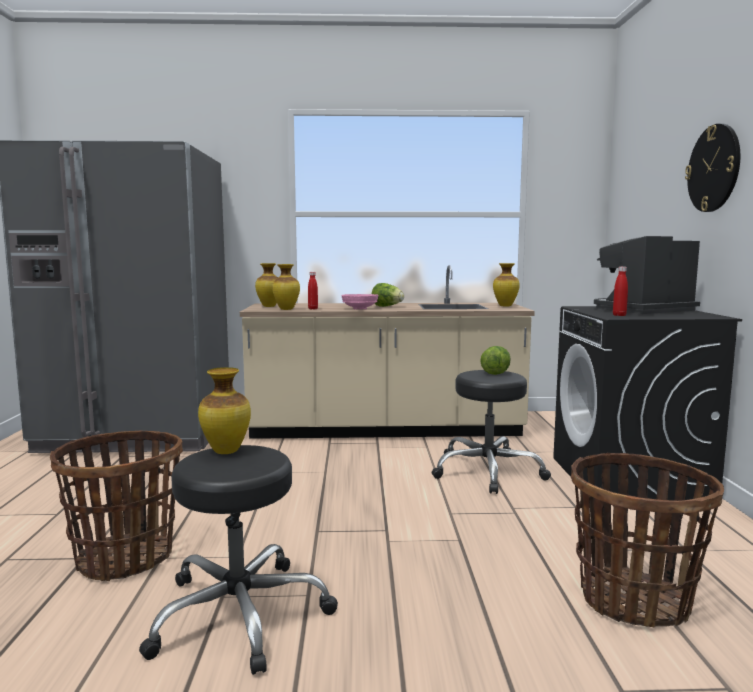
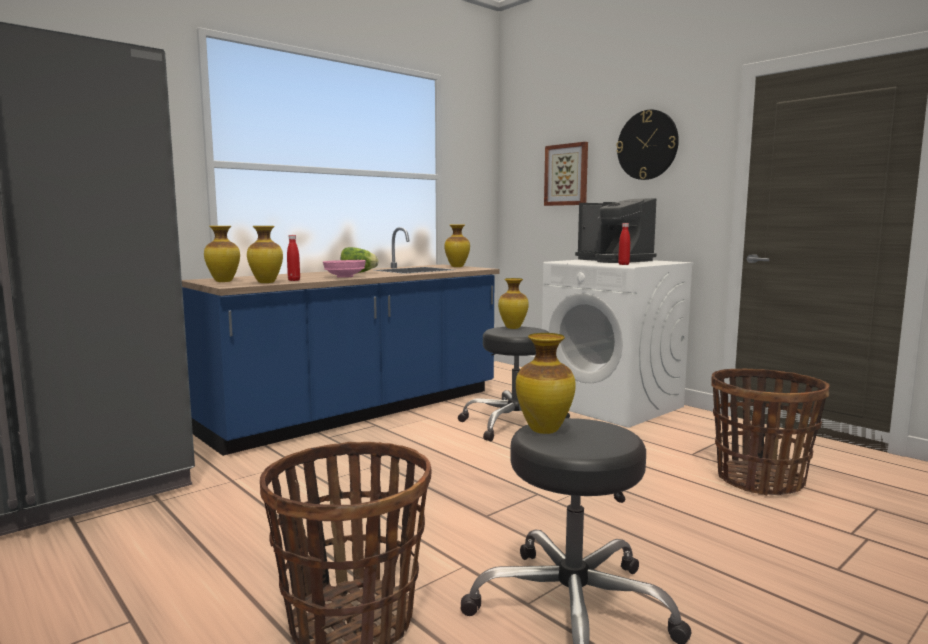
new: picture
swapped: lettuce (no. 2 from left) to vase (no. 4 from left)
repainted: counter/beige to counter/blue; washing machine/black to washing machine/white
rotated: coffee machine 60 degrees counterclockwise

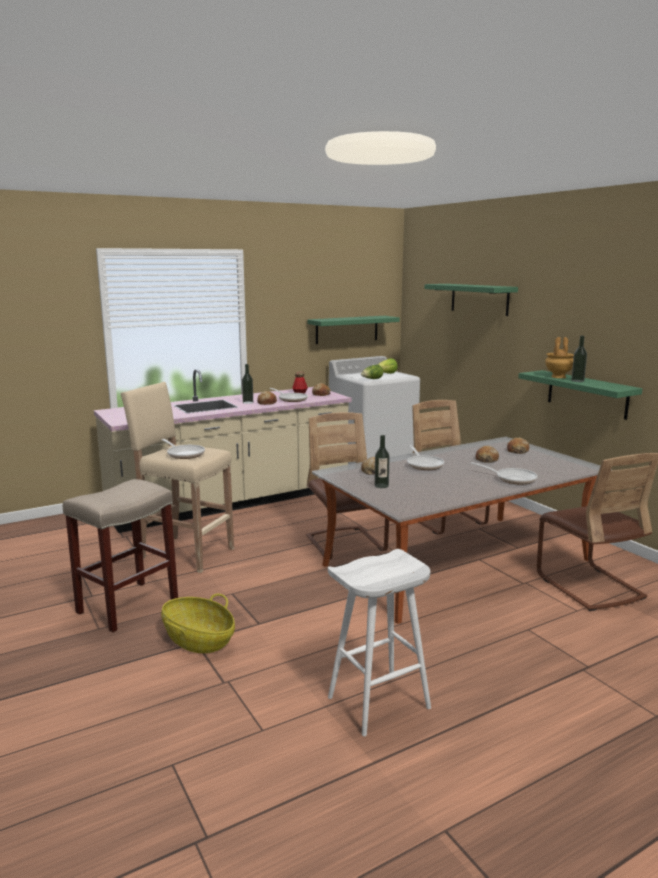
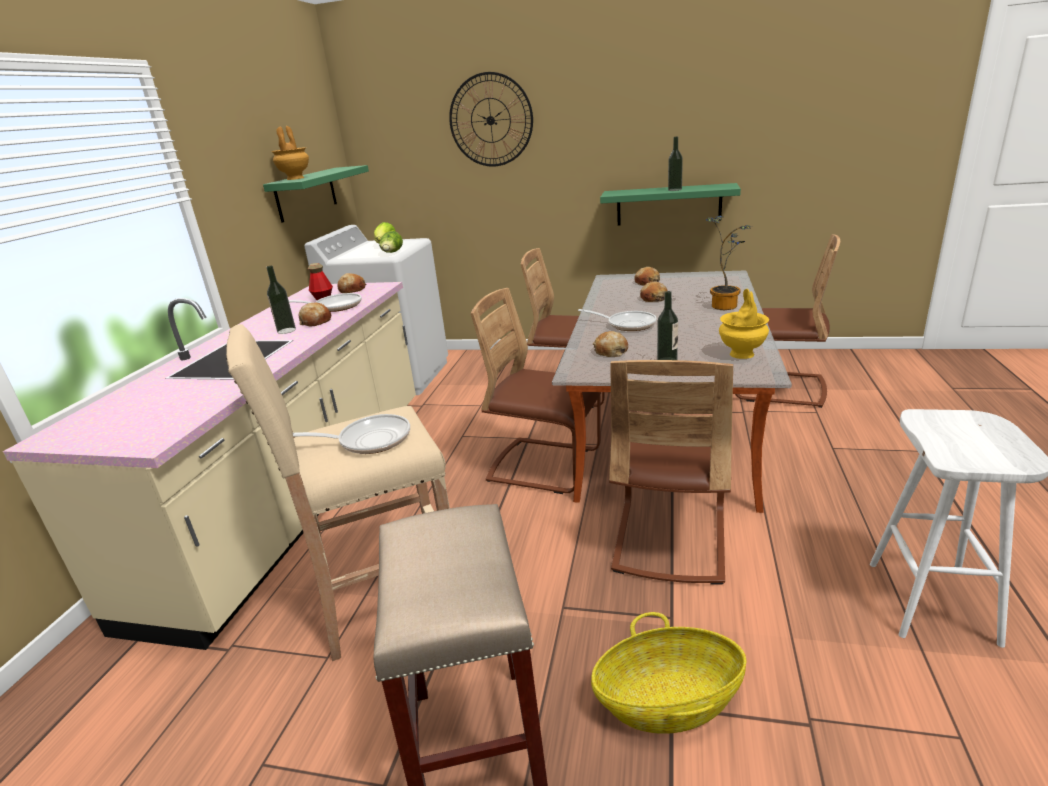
new: chair/brown (no. 3 from left); vase/yellow
shifted: vase/brown
swapped: shelf/green (no. 2 from left) to wall clock; frying pan (no. 4 from left) to potted plant

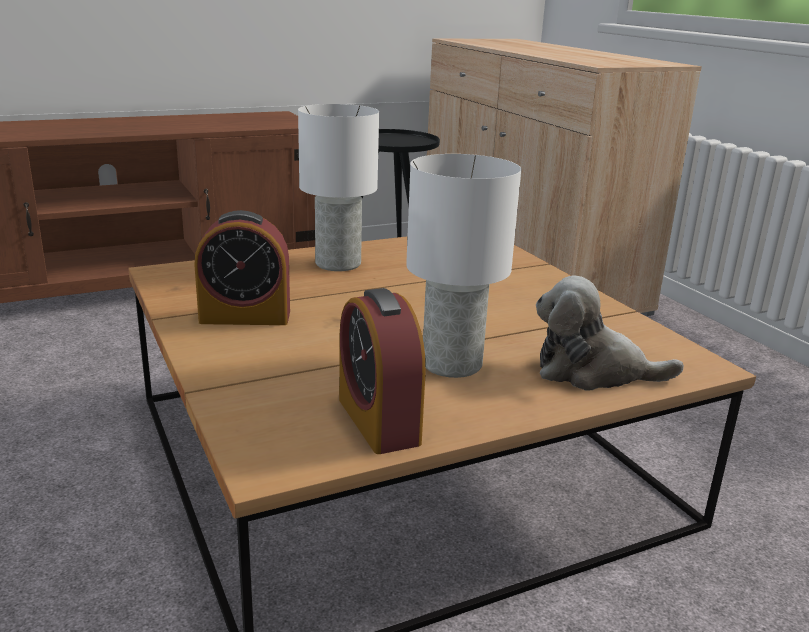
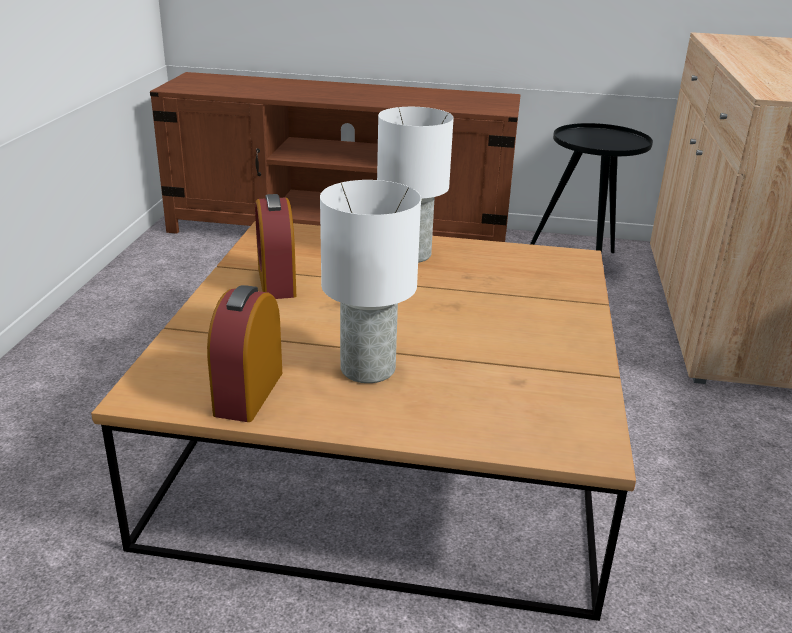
gone: plush toy
rotated: alarm clock (no. 1 from left in the first image) 45 degrees clockwise

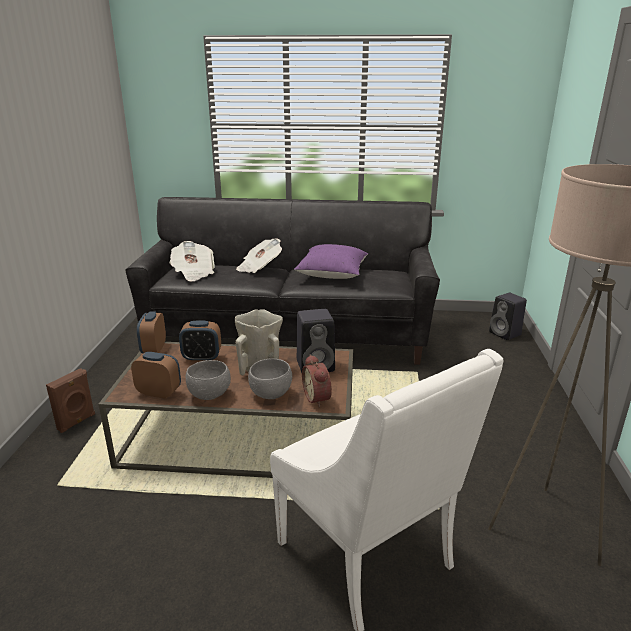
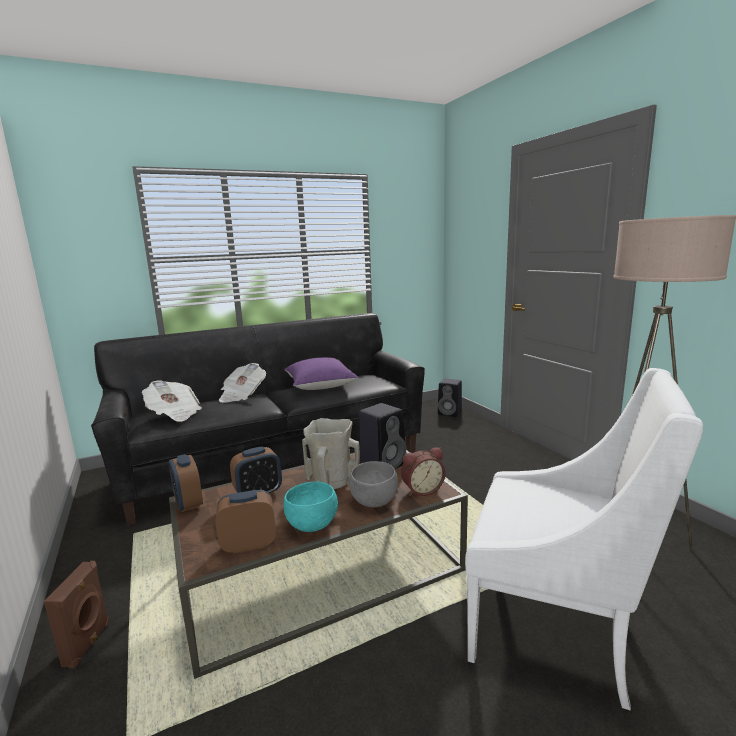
repainted: bowl/grey (no. 1 from left) to bowl/turquoise
rotated: alarm clock (no. 4 from left) 60 degrees counterclockwise

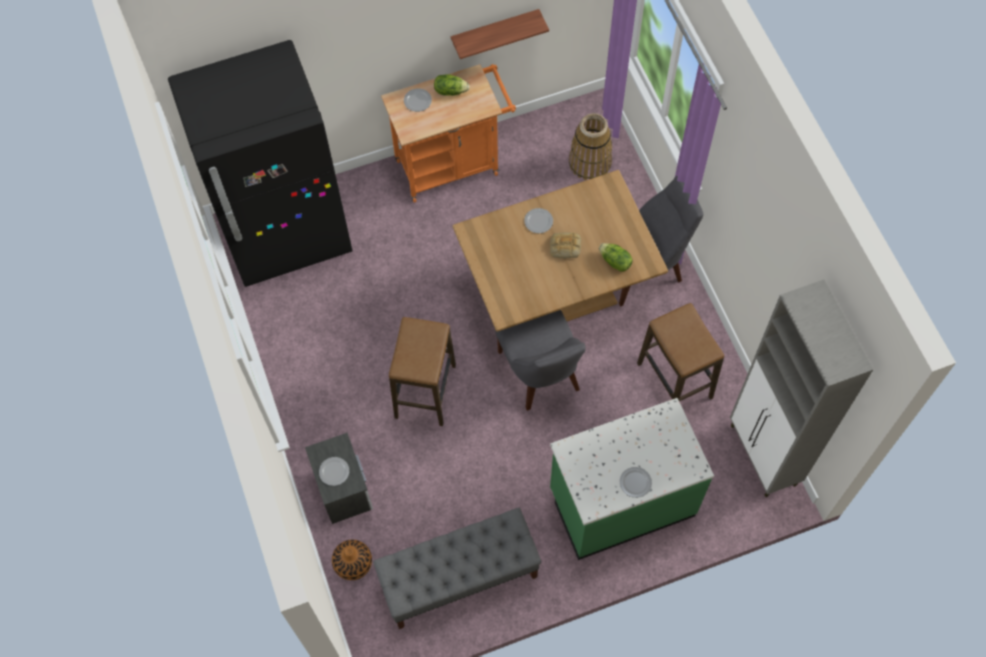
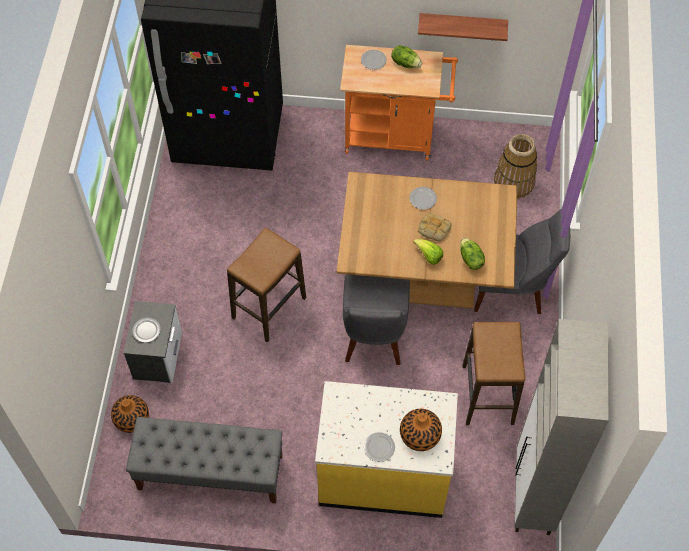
new: vase (no. 2 from left); lettuce (no. 2 from left)
repainted: counter/green to counter/yellow

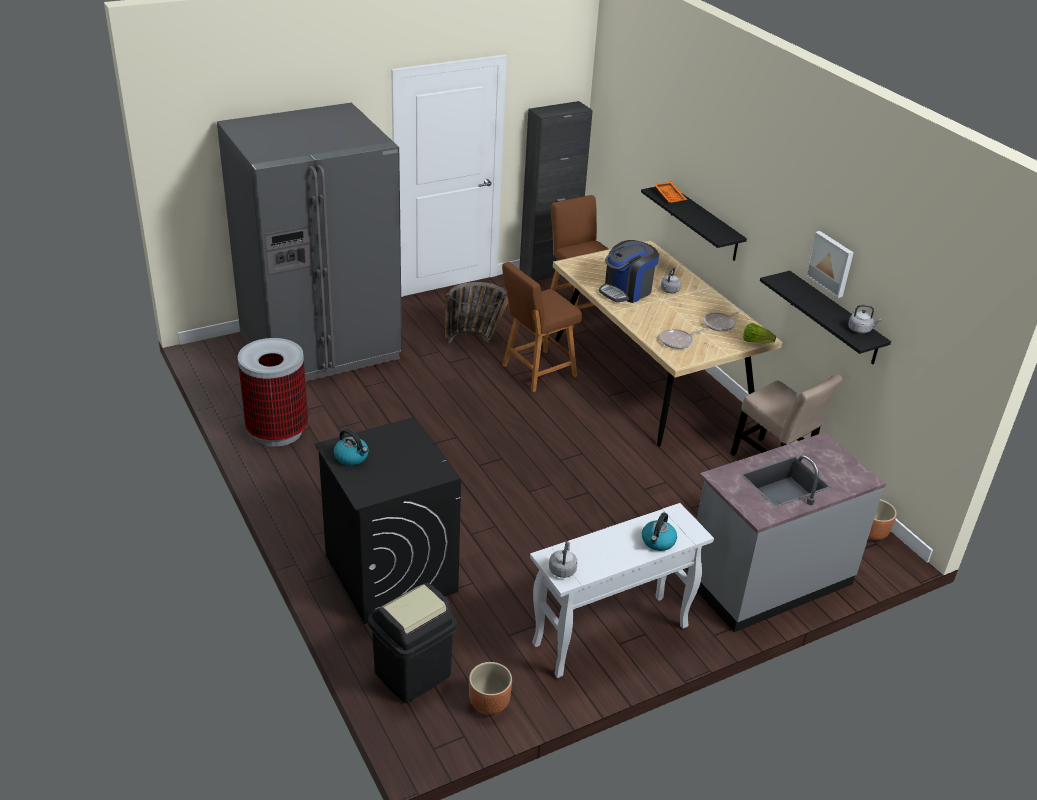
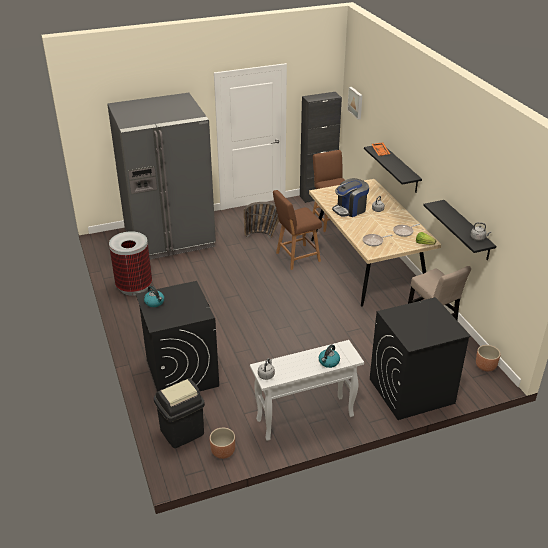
shifted: picture
swapped: counter/grey to washing machine/black (no. 2 from left)

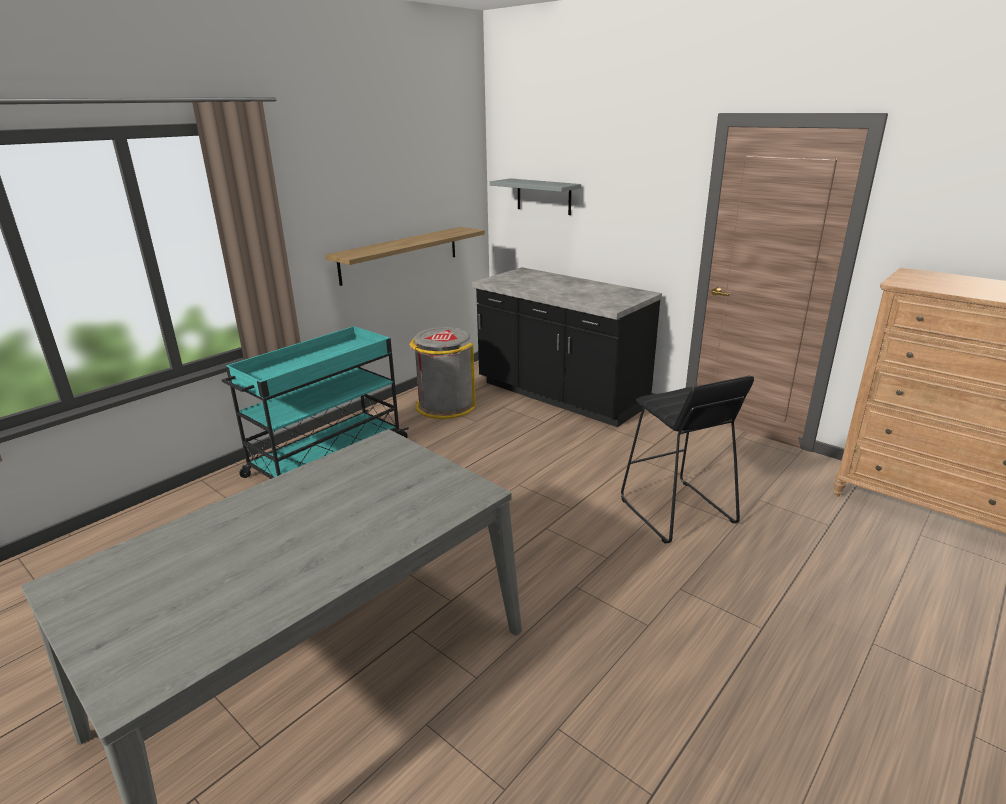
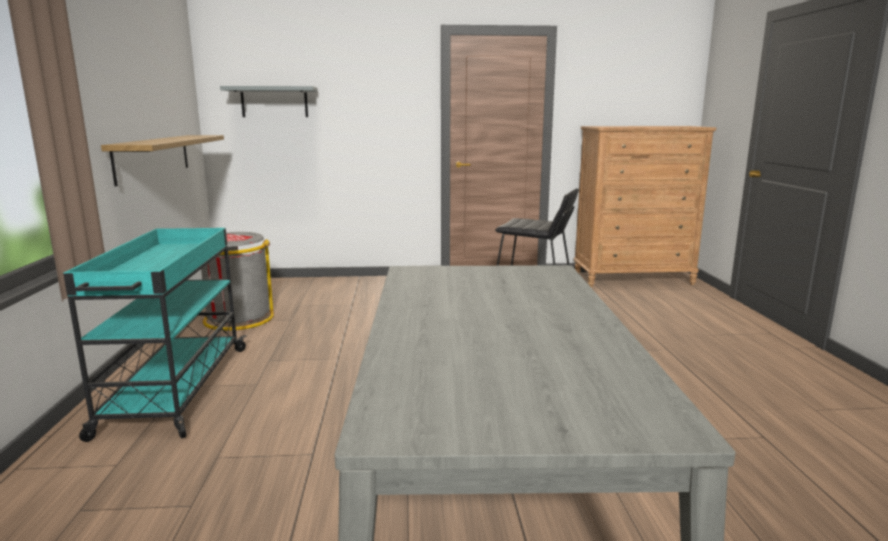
gone: counter/black

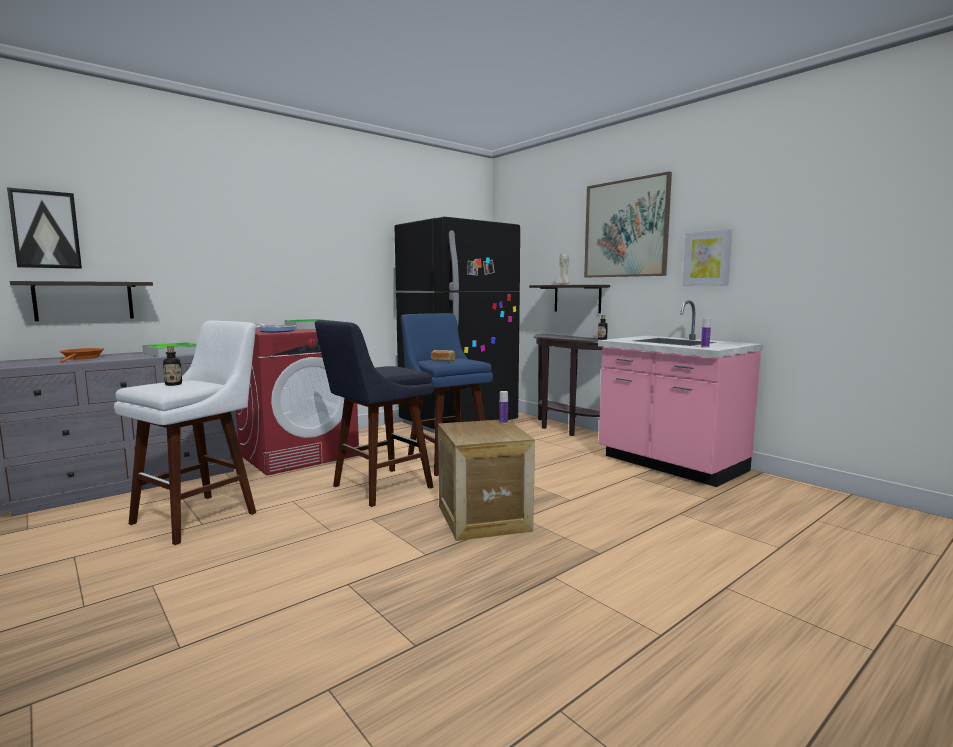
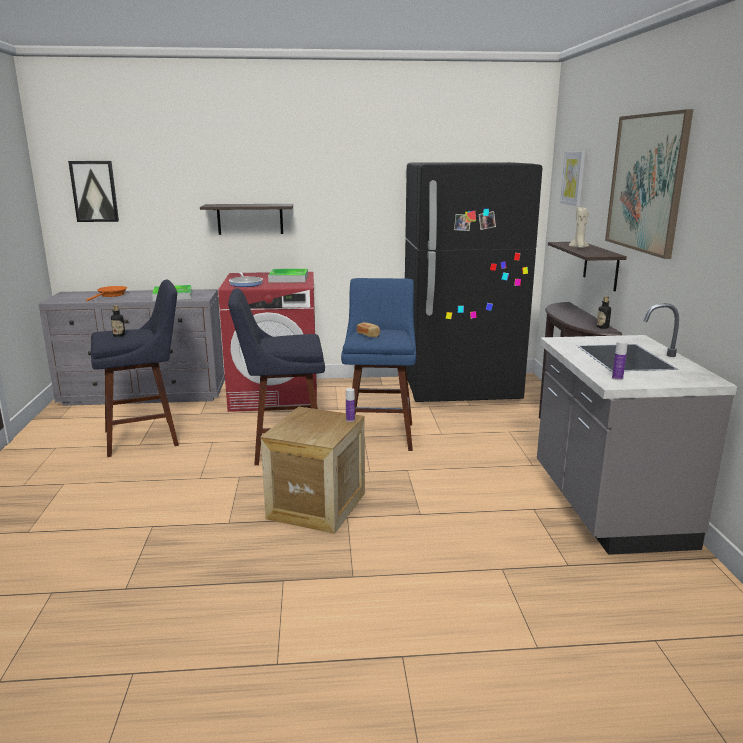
shifted: shelf (no. 1 from left); picture (no. 3 from left in the first image) to picture (no. 2 from left)
repainted: stool/white to stool/blue (no. 1 from left); counter/pink to counter/grey

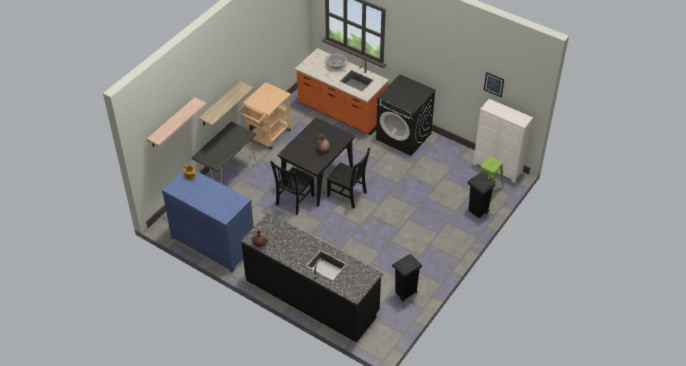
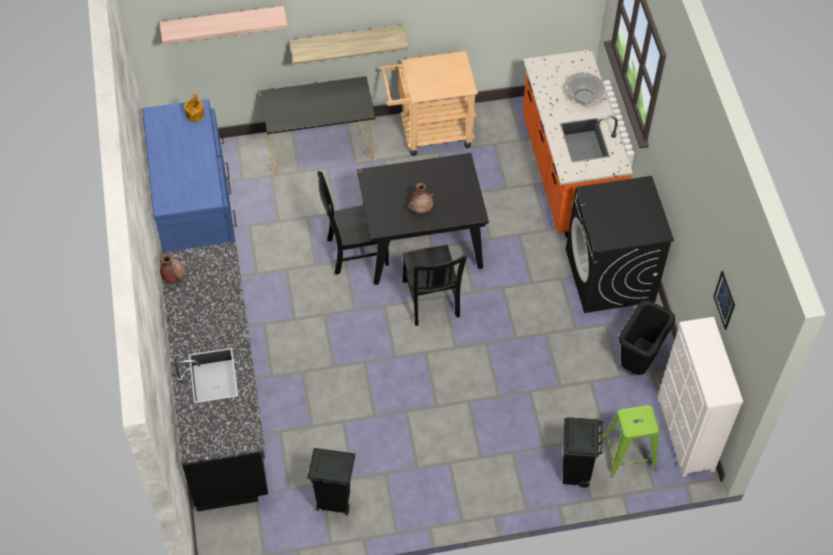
new: trash can/black (no. 3 from left)

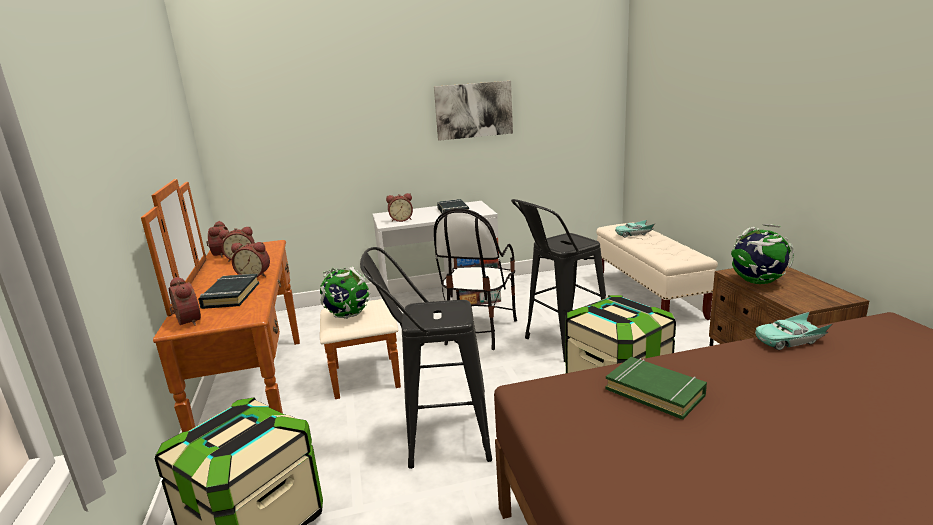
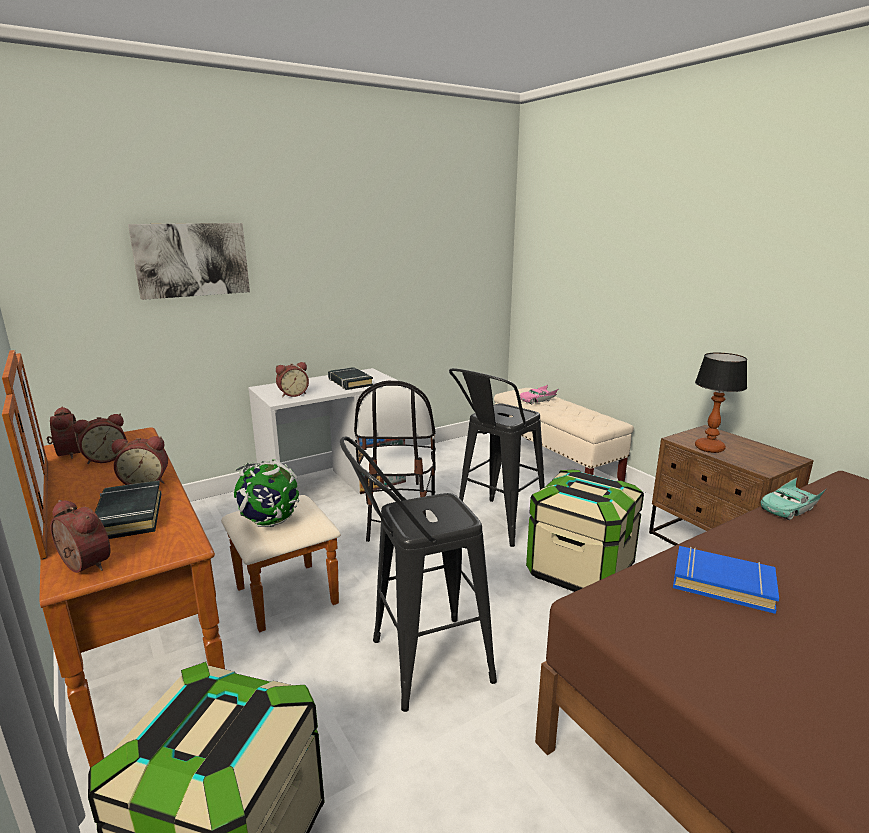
shifted: picture
swapped: globe (no. 2 from left) to table lamp
repainted: book/green to book/blue; toy car/turquoise (no. 1 from left) to toy car/pink

